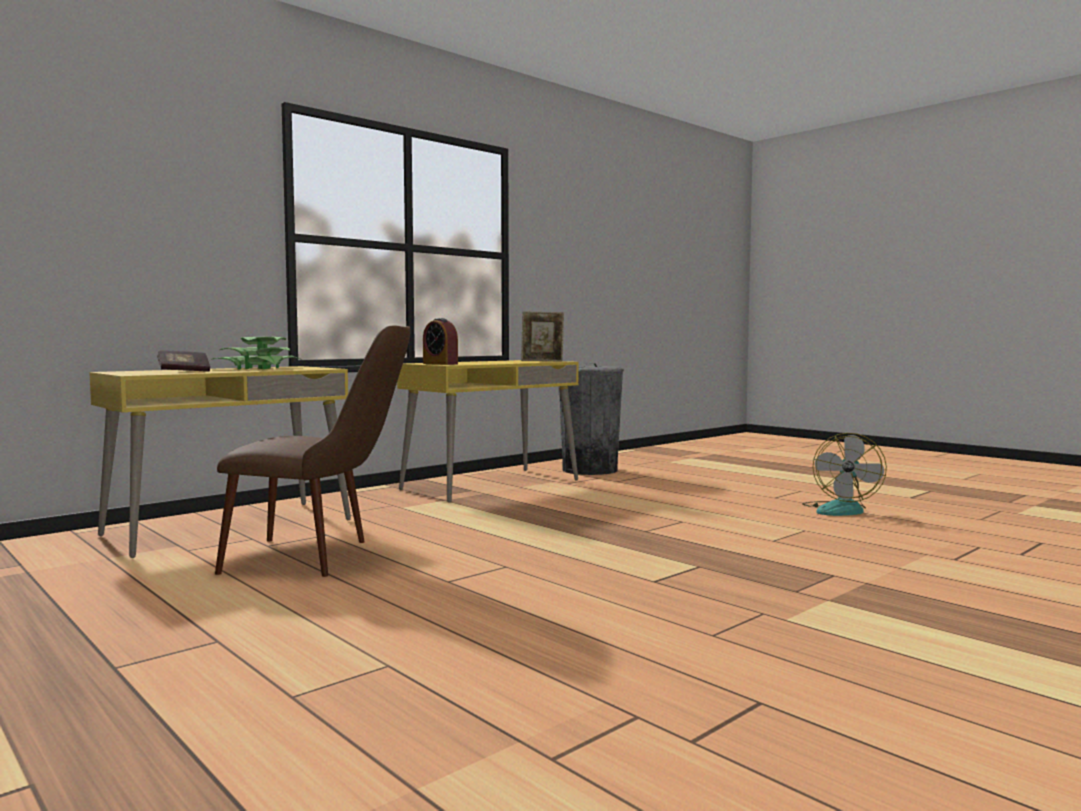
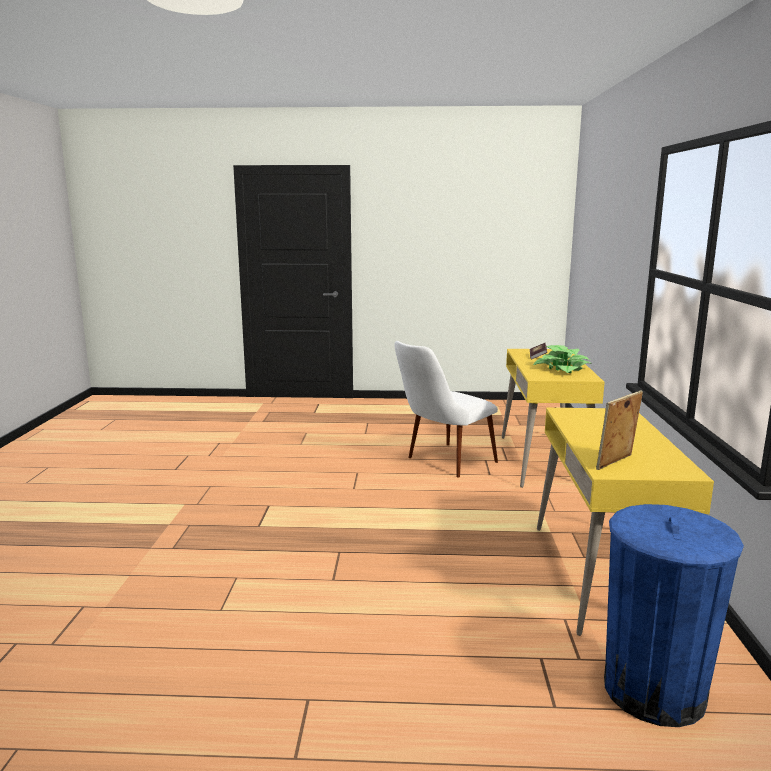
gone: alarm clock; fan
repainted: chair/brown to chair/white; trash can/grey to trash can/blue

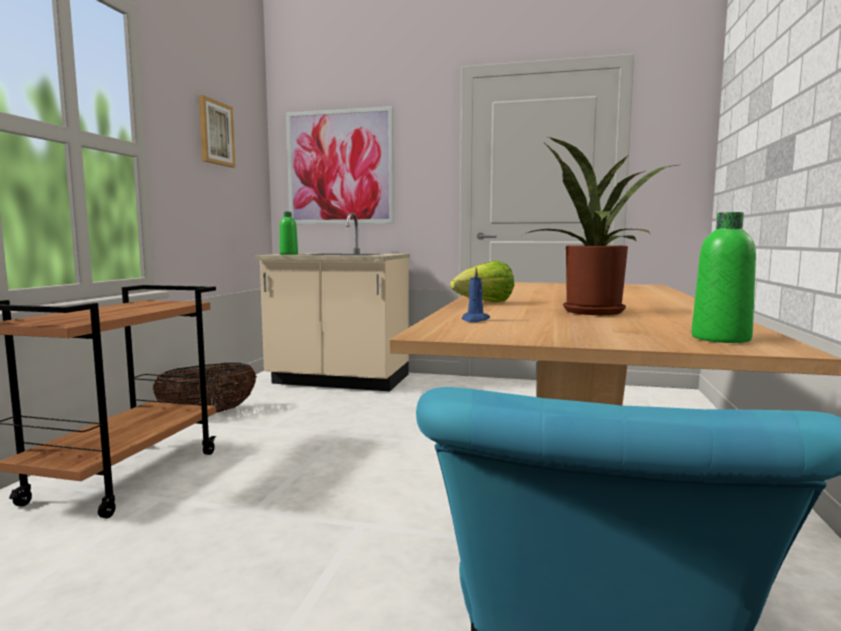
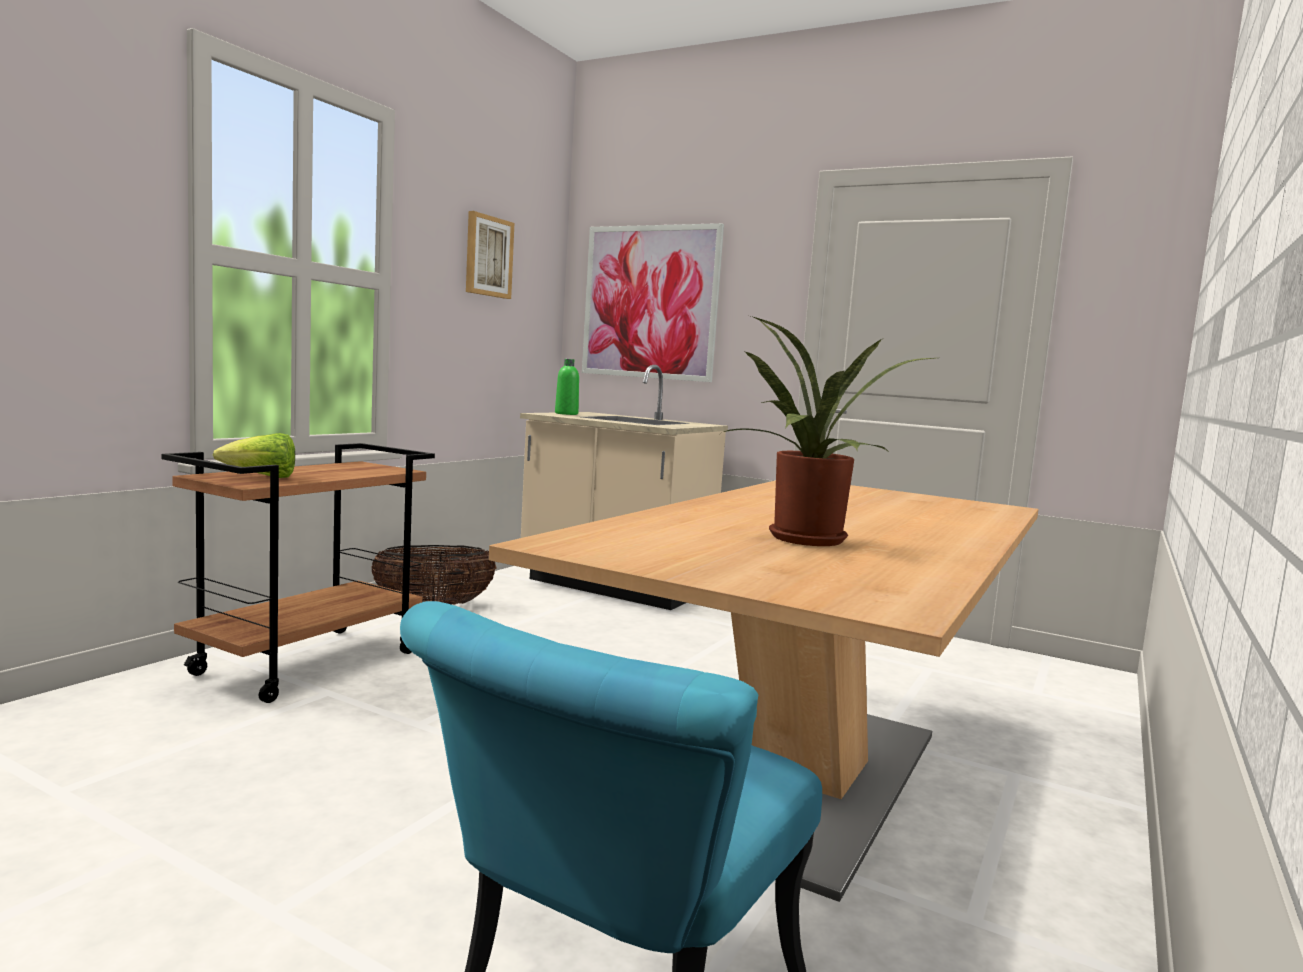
gone: candle/blue; bottle/green (no. 2 from left)
shifted: lettuce

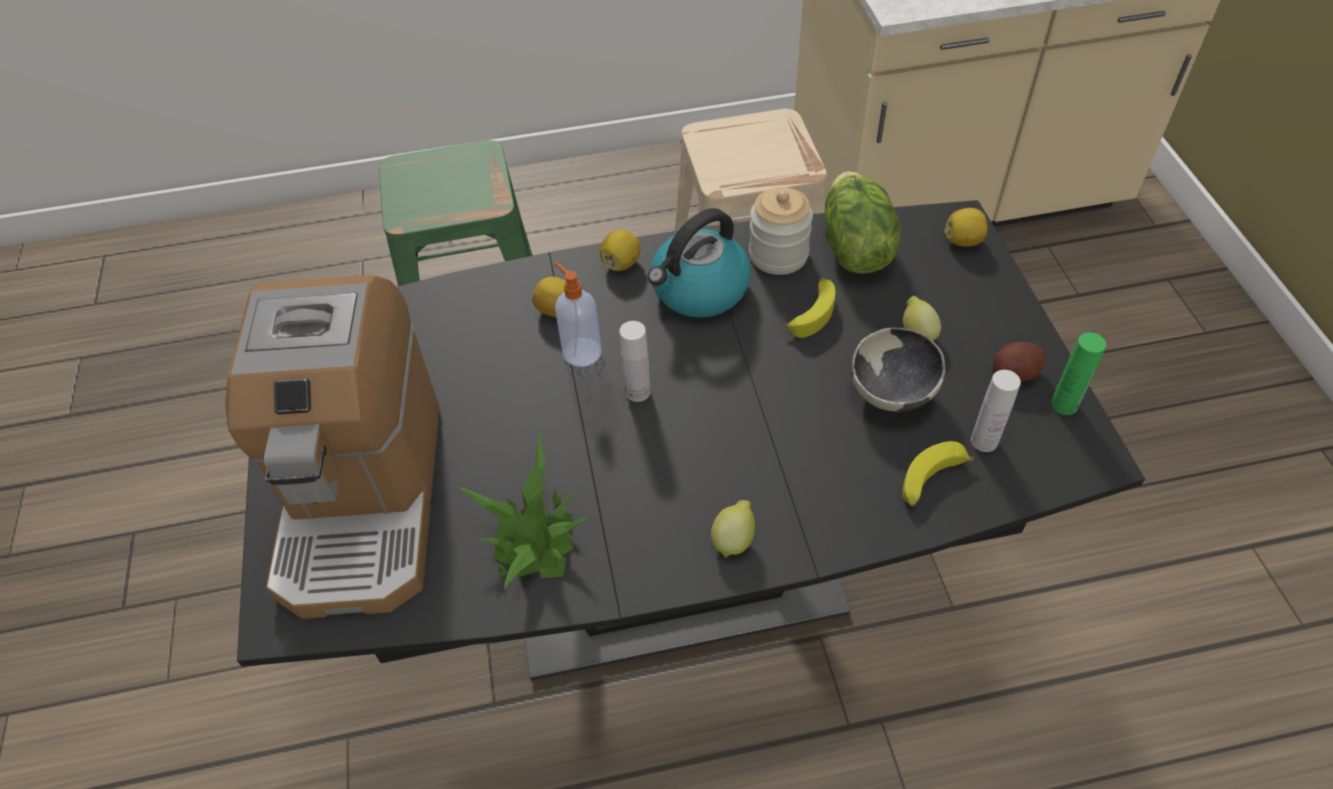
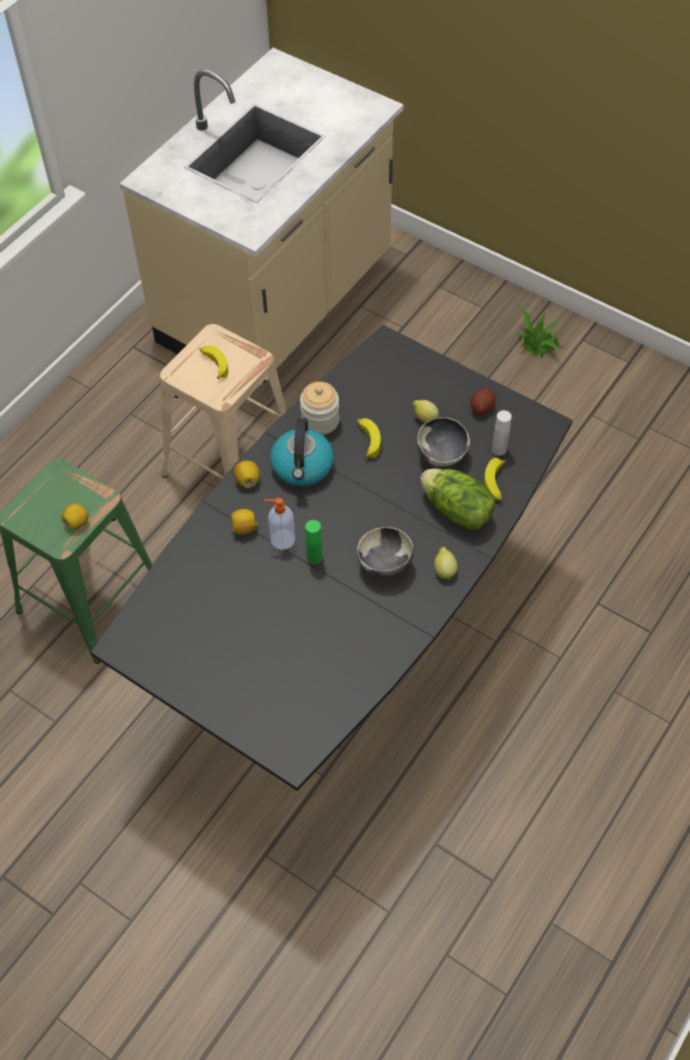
gone: coffee machine; bottle/white (no. 1 from left)
new: banana (no. 1 from left); bowl (no. 1 from left)
shifted: potted plant; lettuce; lemon (no. 5 from left in the first image) to lemon (no. 1 from left); bottle/green

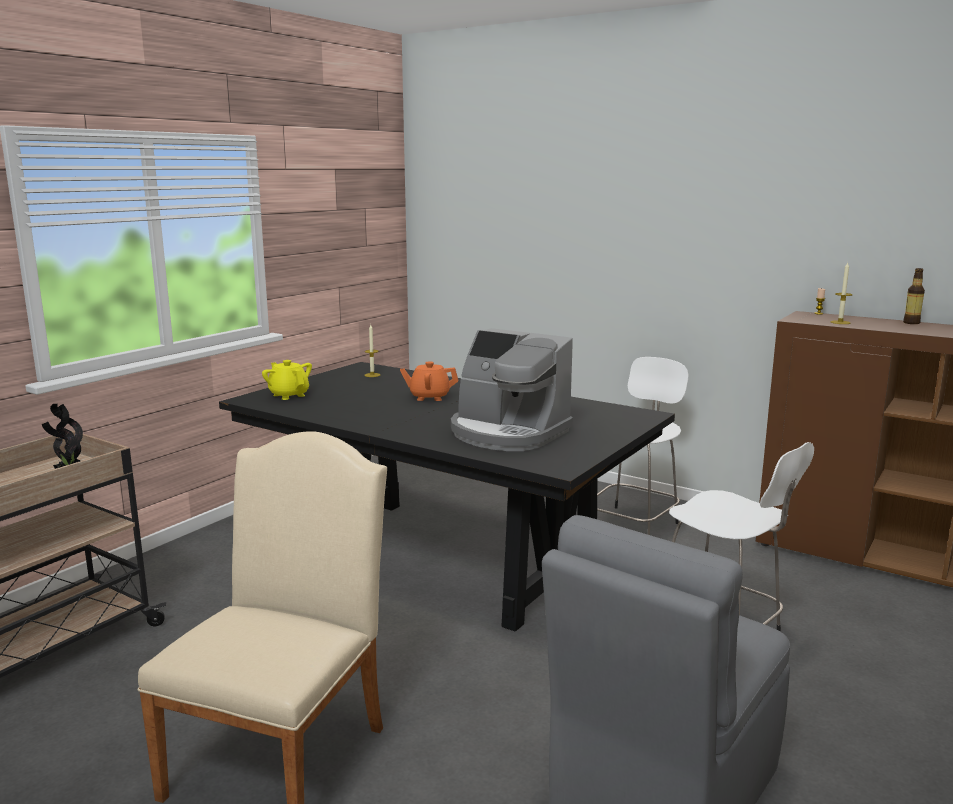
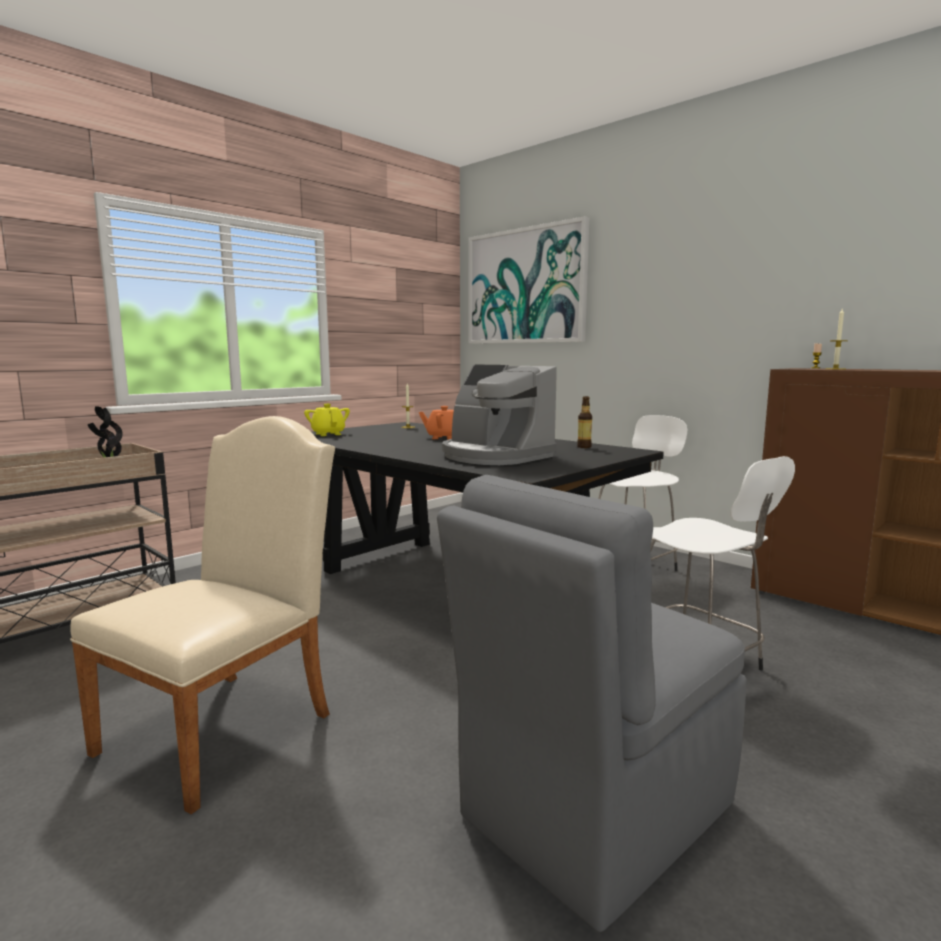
new: picture
shifted: bottle

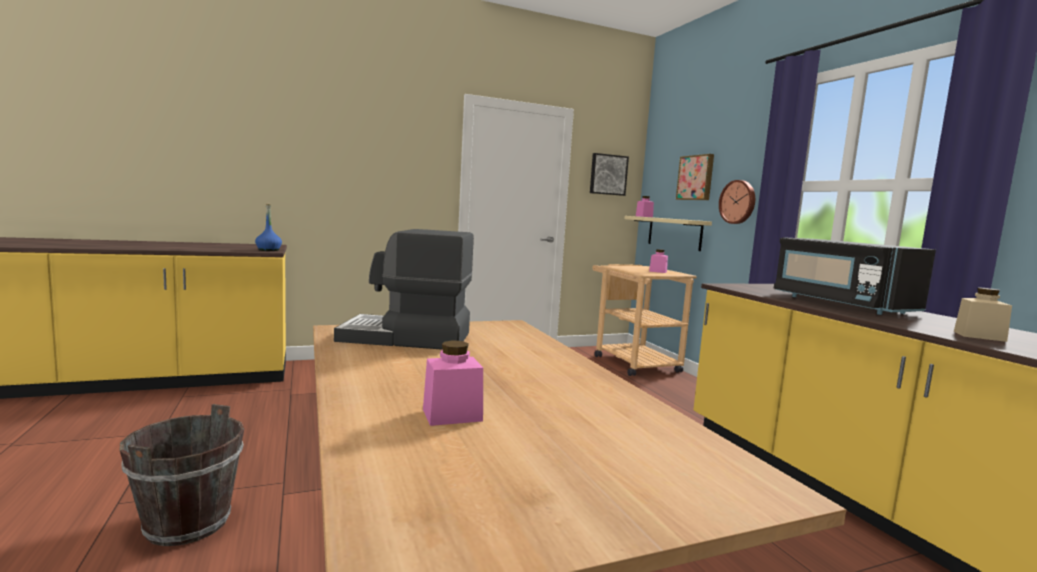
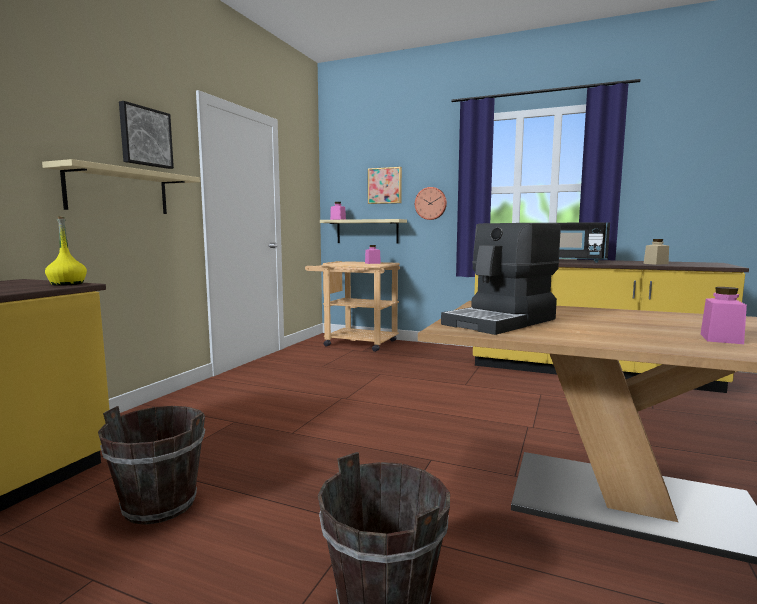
new: shelf/beige (no. 1 from left); bucket/brown (no. 1 from left)
shifted: picture (no. 1 from left)
repainted: bottle/blue to bottle/yellow

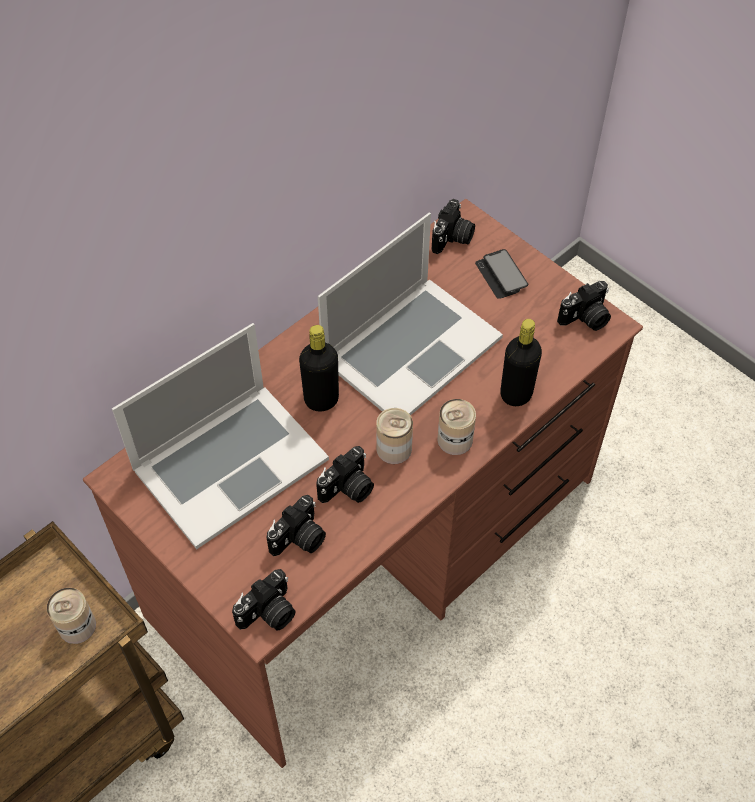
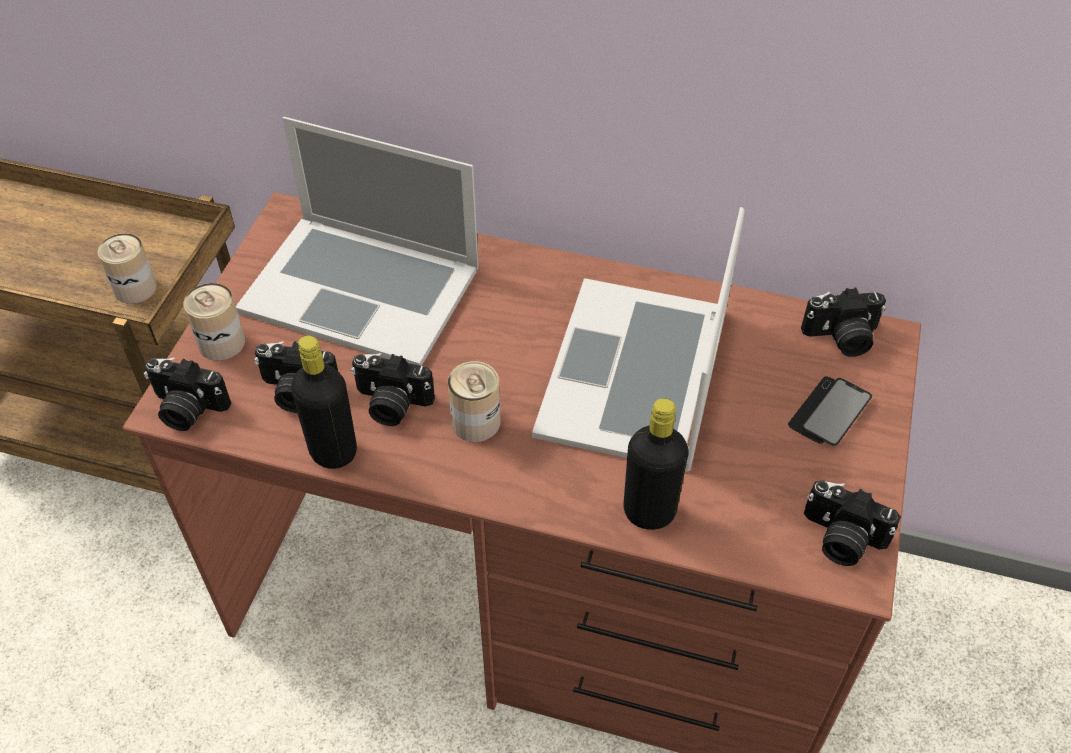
shifted: bottle/black (no. 1 from left); can (no. 3 from left in the first image) to can (no. 2 from left)
rotated: laptop (no. 2 from left) 90 degrees clockwise

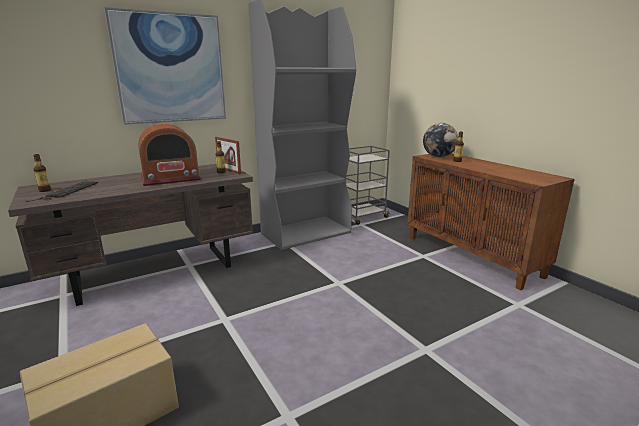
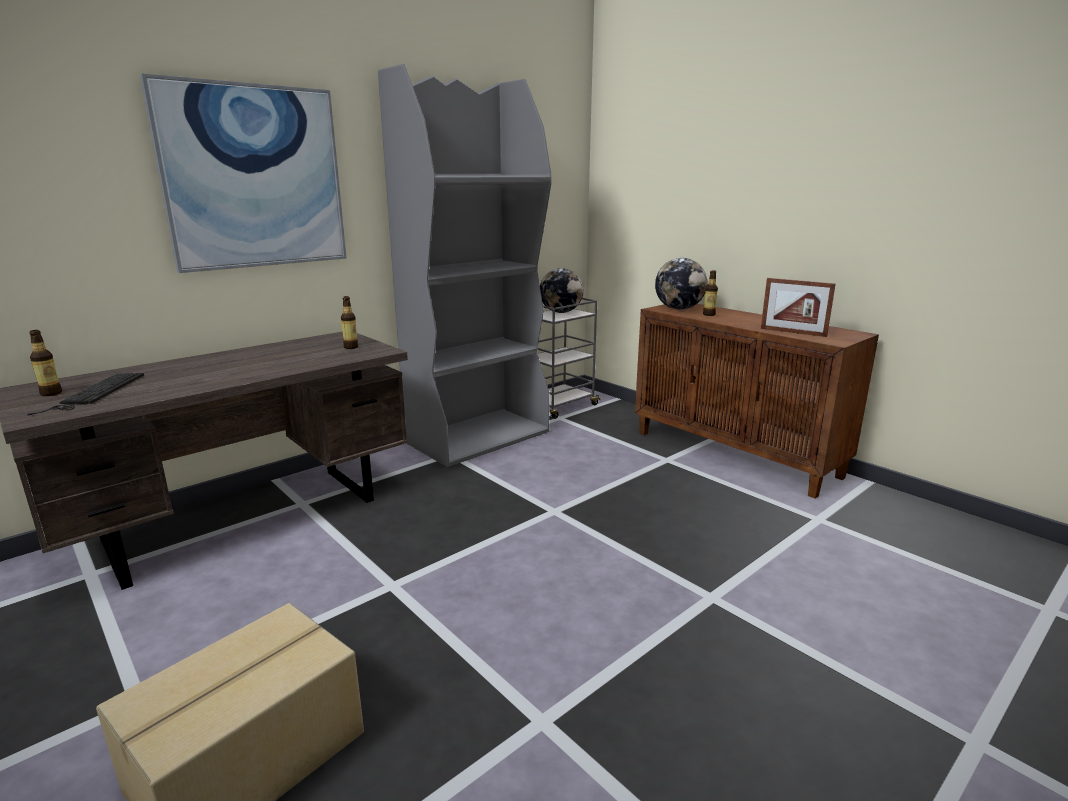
gone: radio
new: globe (no. 1 from left)
shifted: picture frame

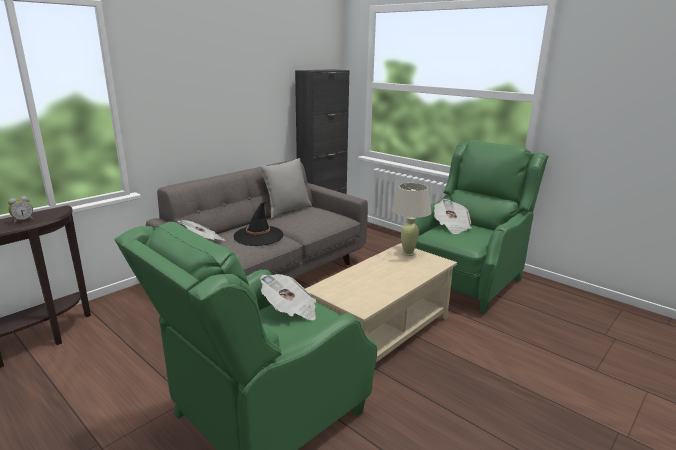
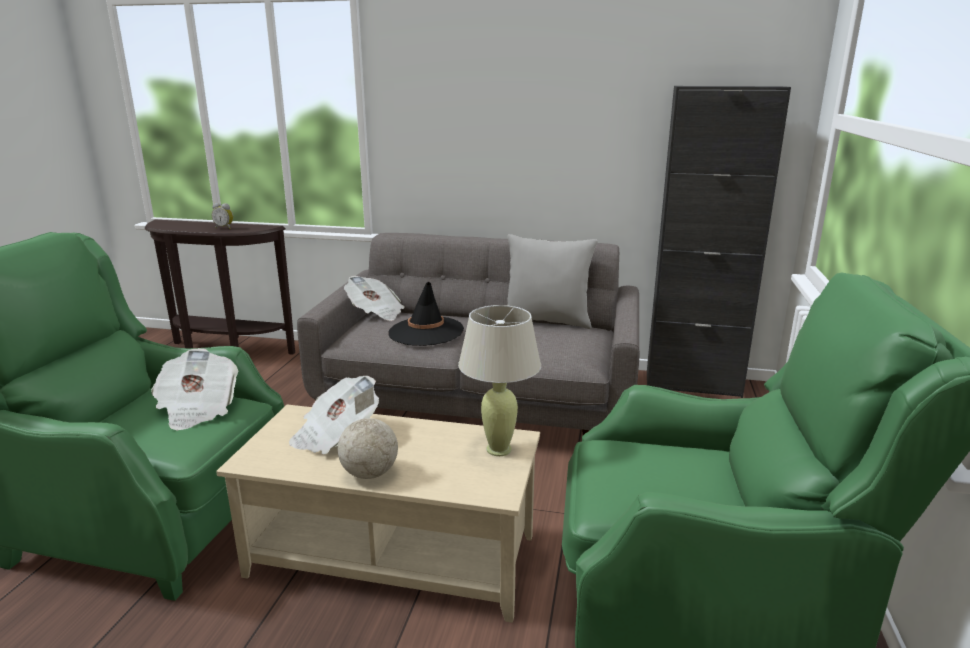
new: globe
shifted: newspaper (no. 3 from left in the first image) to newspaper (no. 2 from left)

